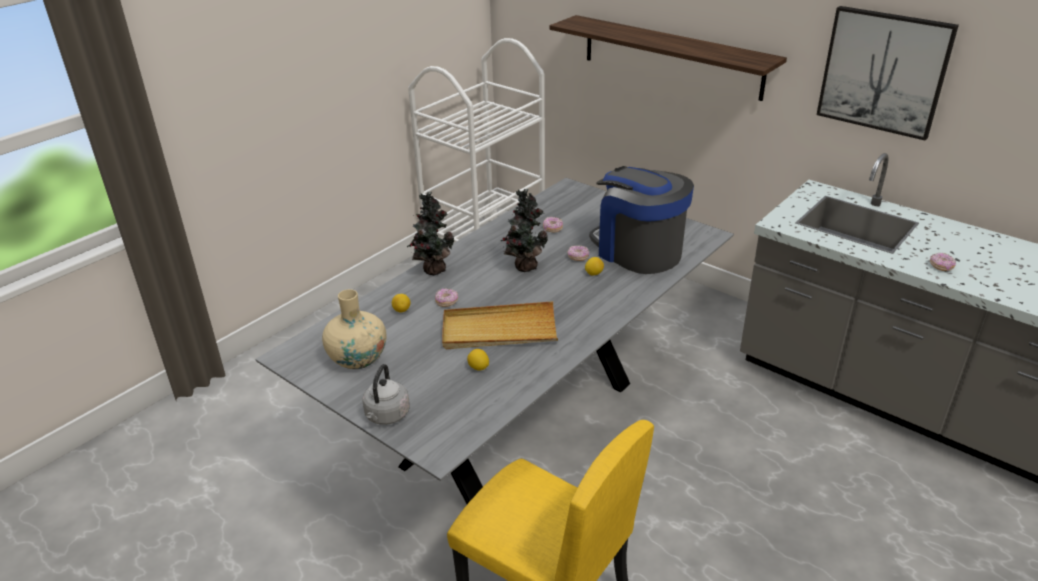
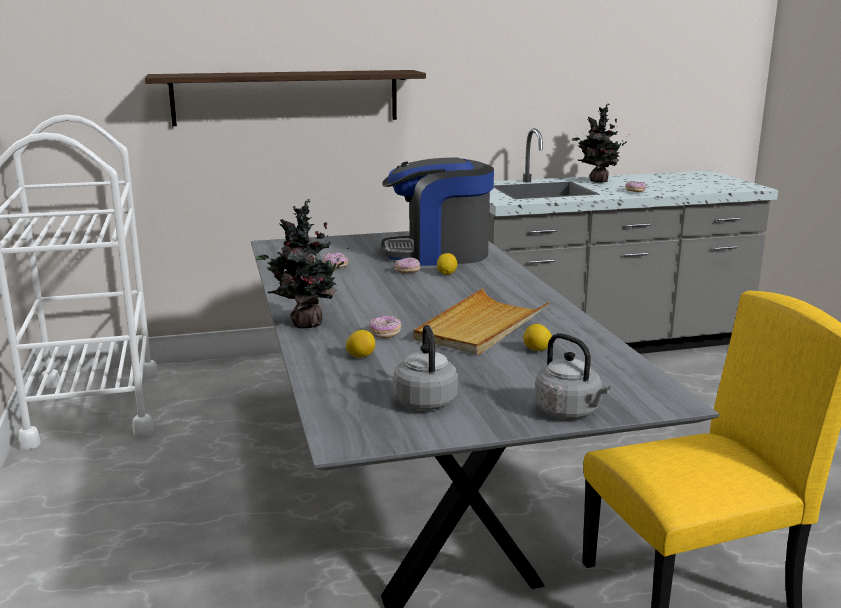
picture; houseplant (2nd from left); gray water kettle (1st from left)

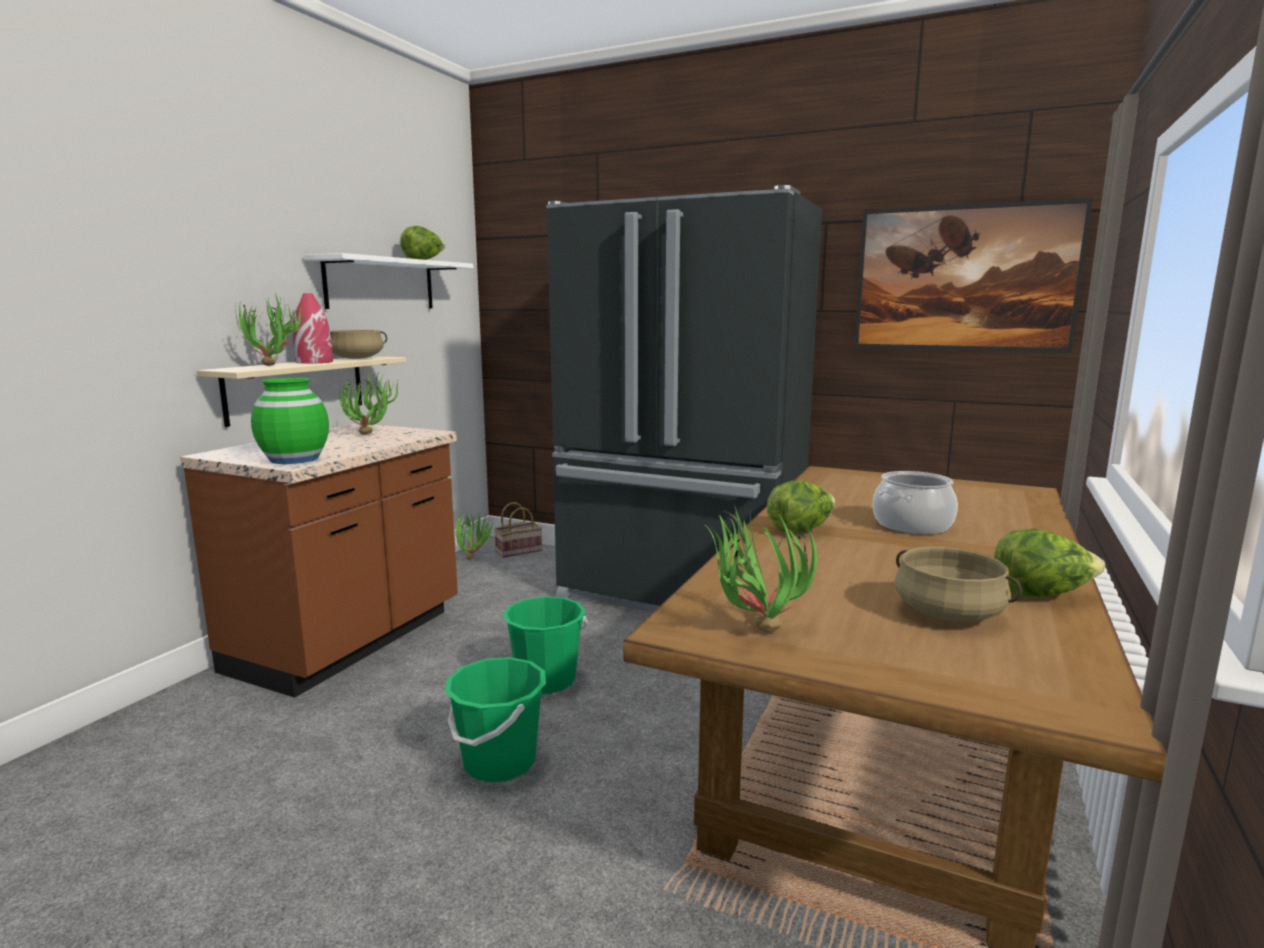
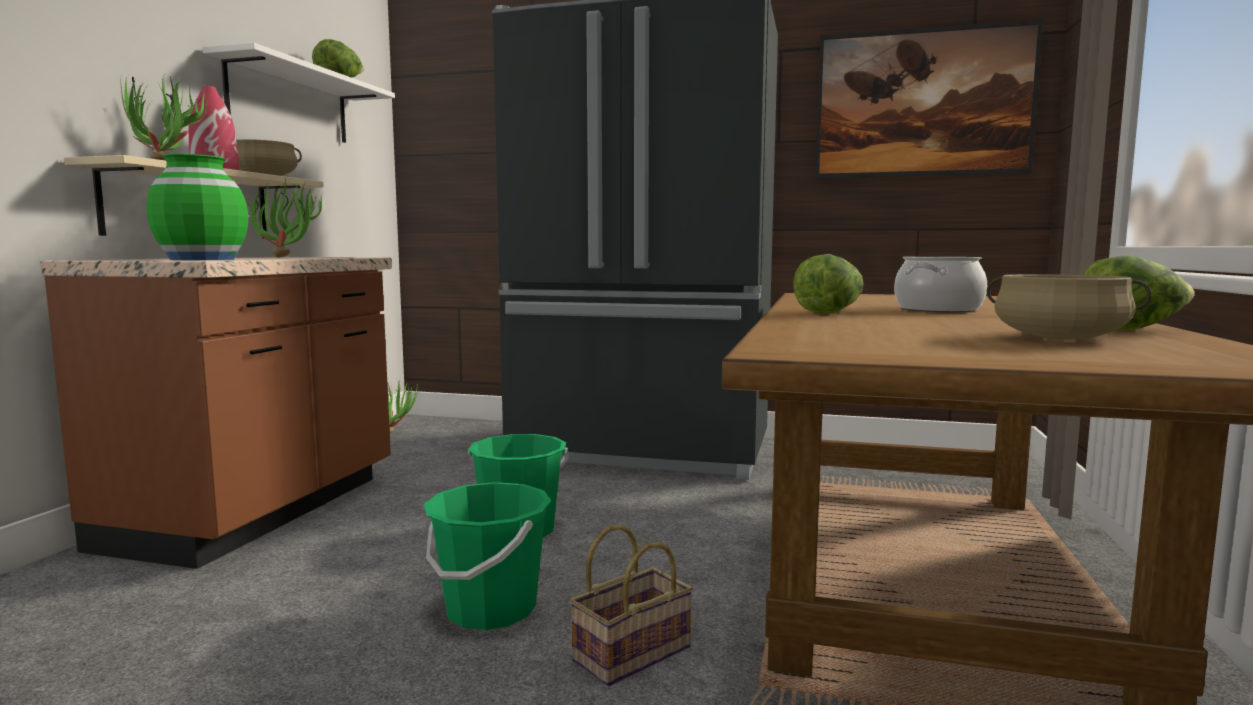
basket; houseplant (4th from left in the first image)

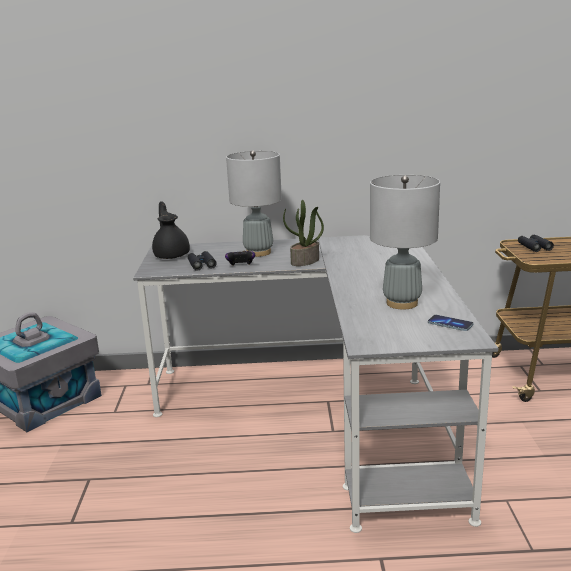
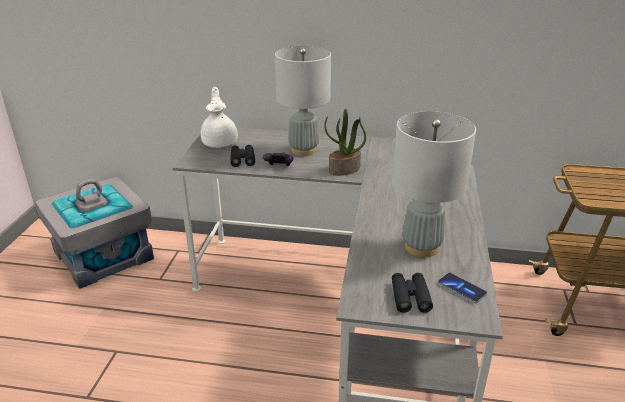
whitish tea pot; black-coloured field glasses (2nd from left)

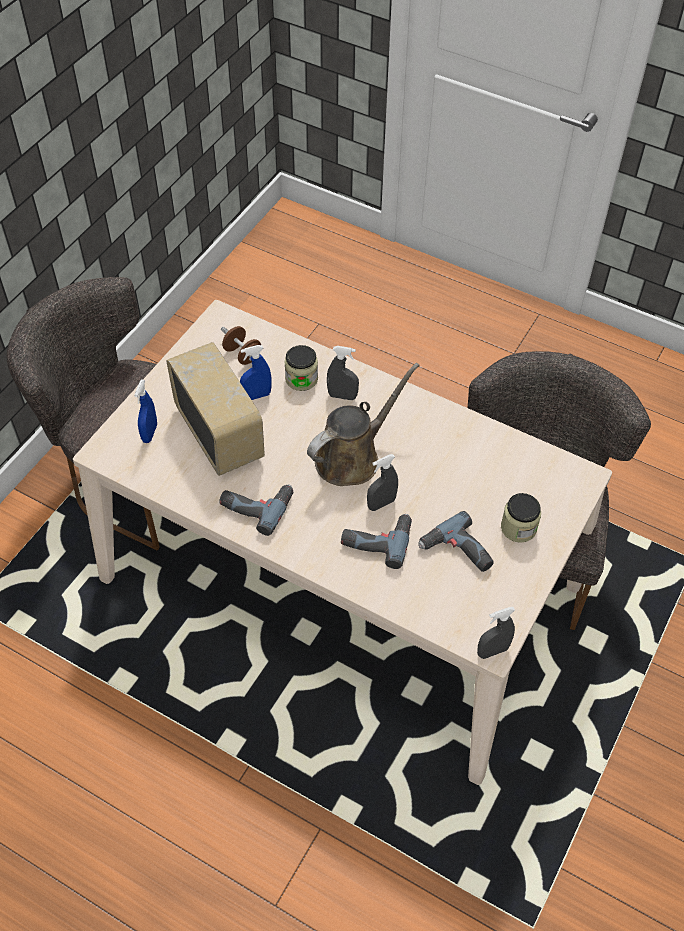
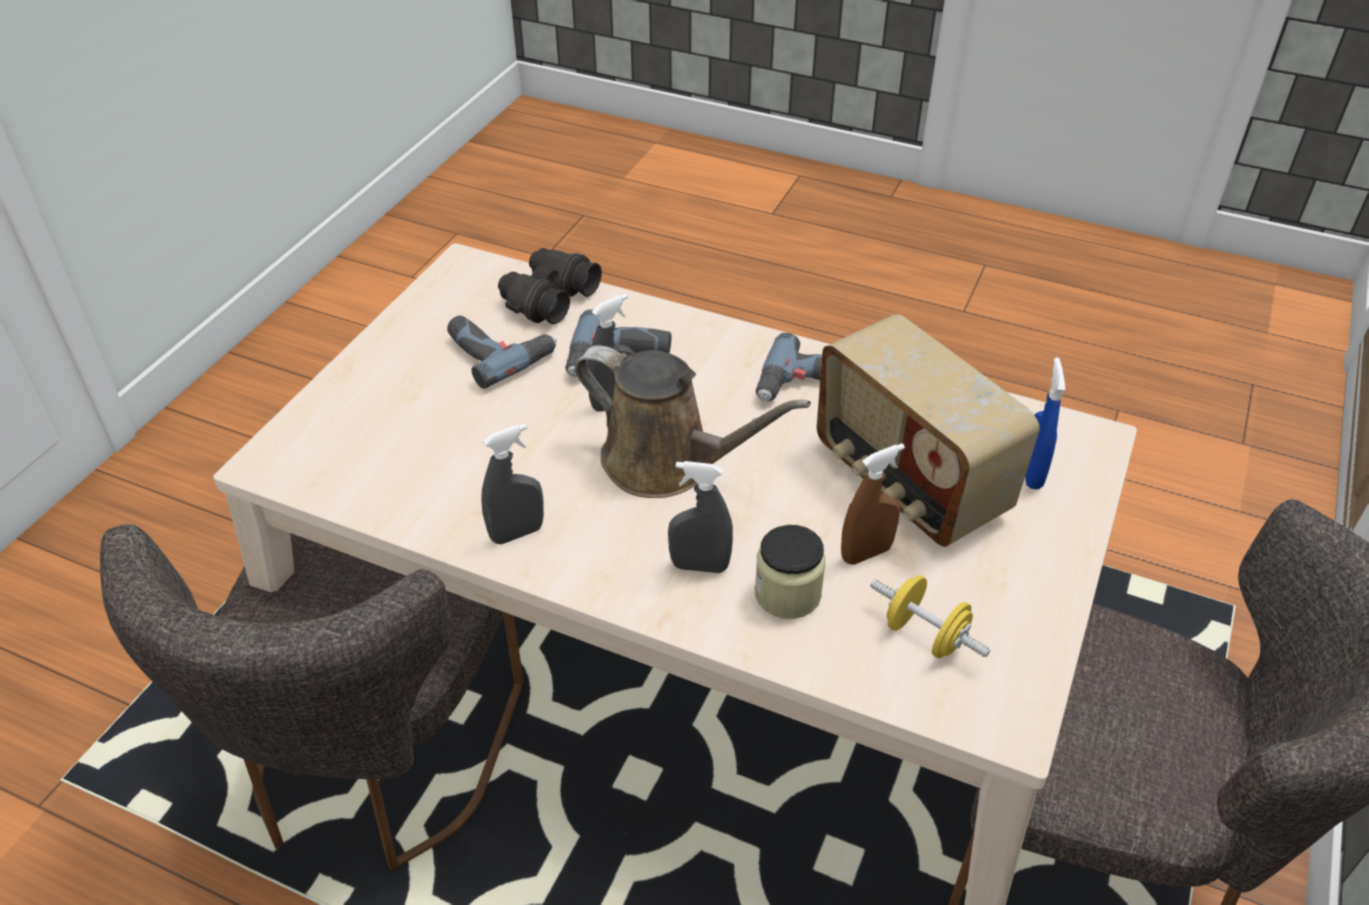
yellow hand weight; brownish hand sprayer; brownish watering pot; storage jar (2nd from left in the first image); gray hand sprayer (1st from left); black-coloured field glasses

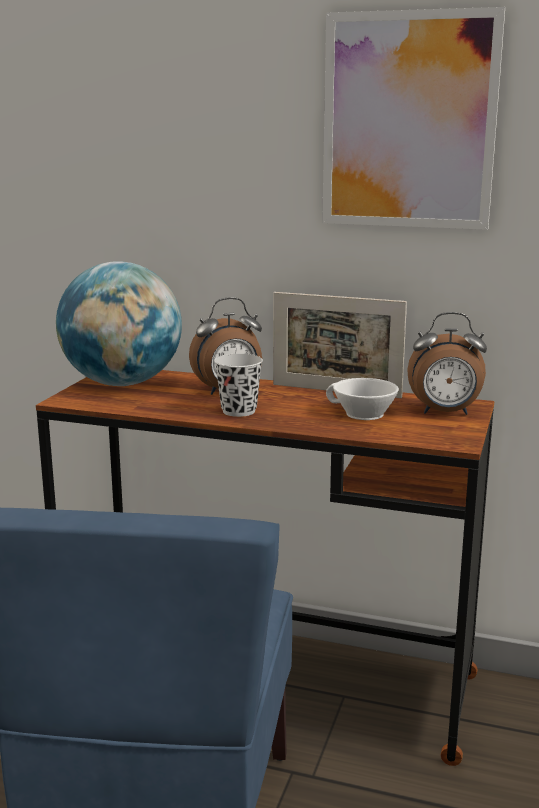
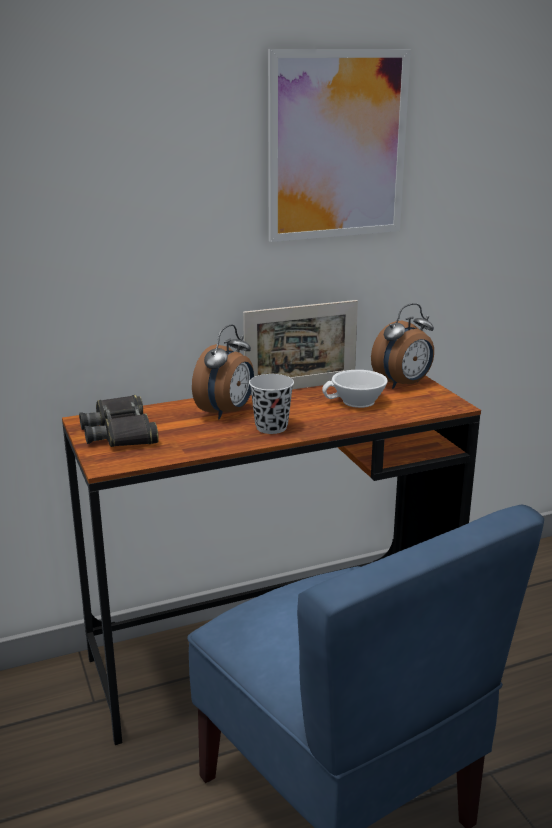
black-coloured field glasses

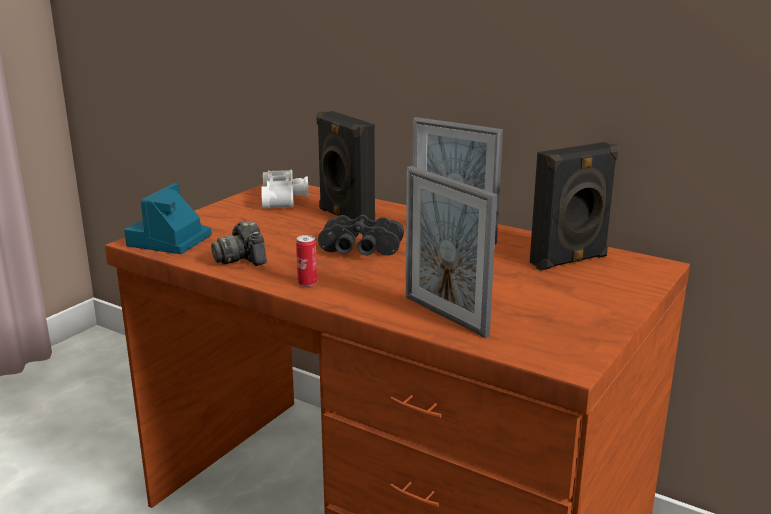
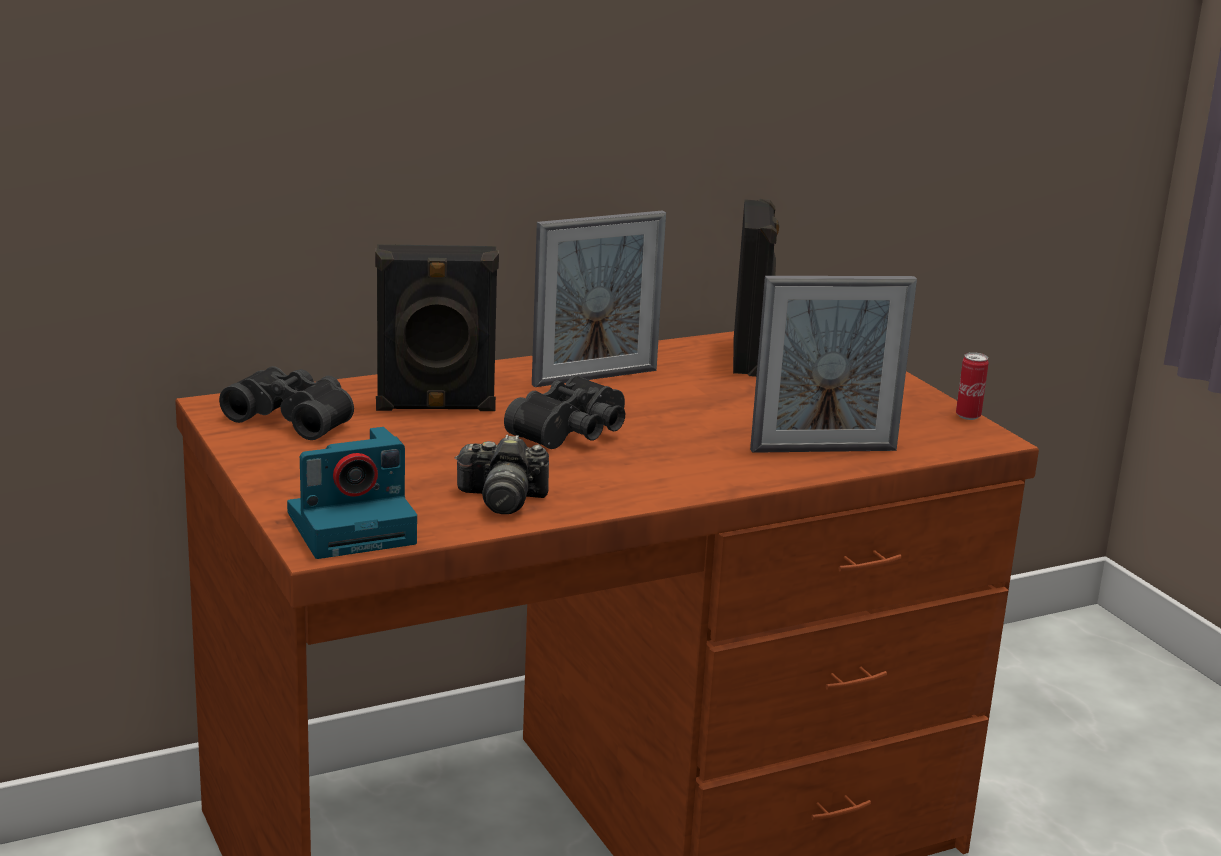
black-coloured field glasses (1st from left); still camera (1st from left); sealed can

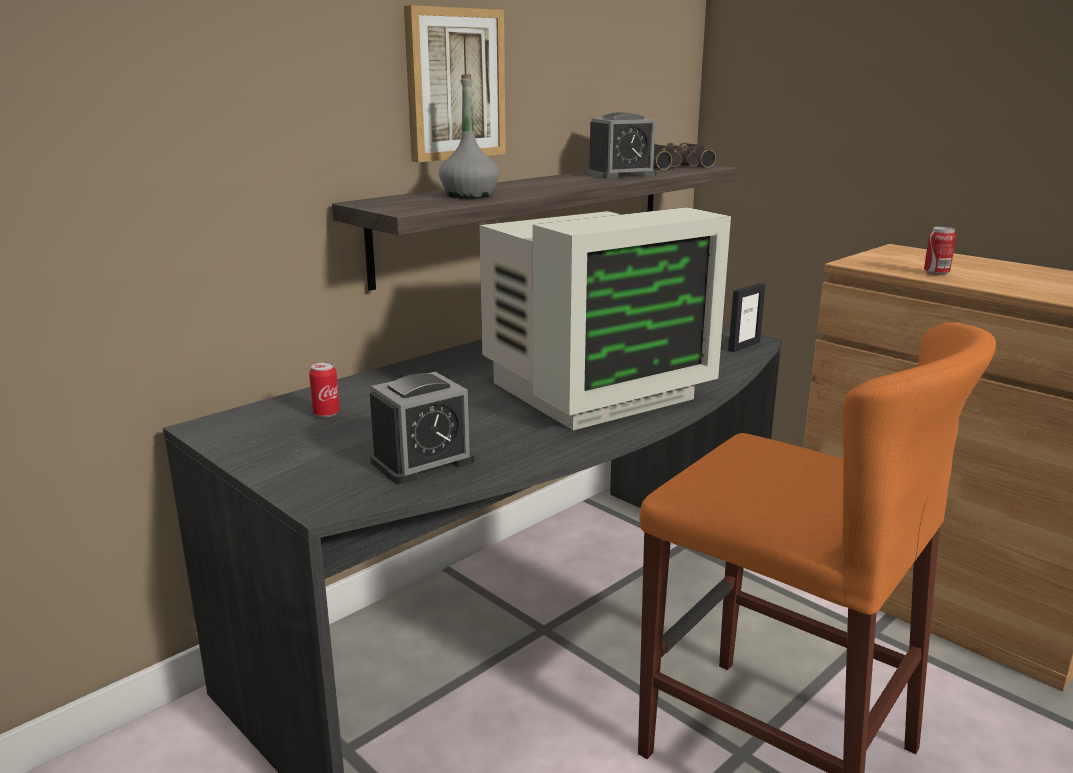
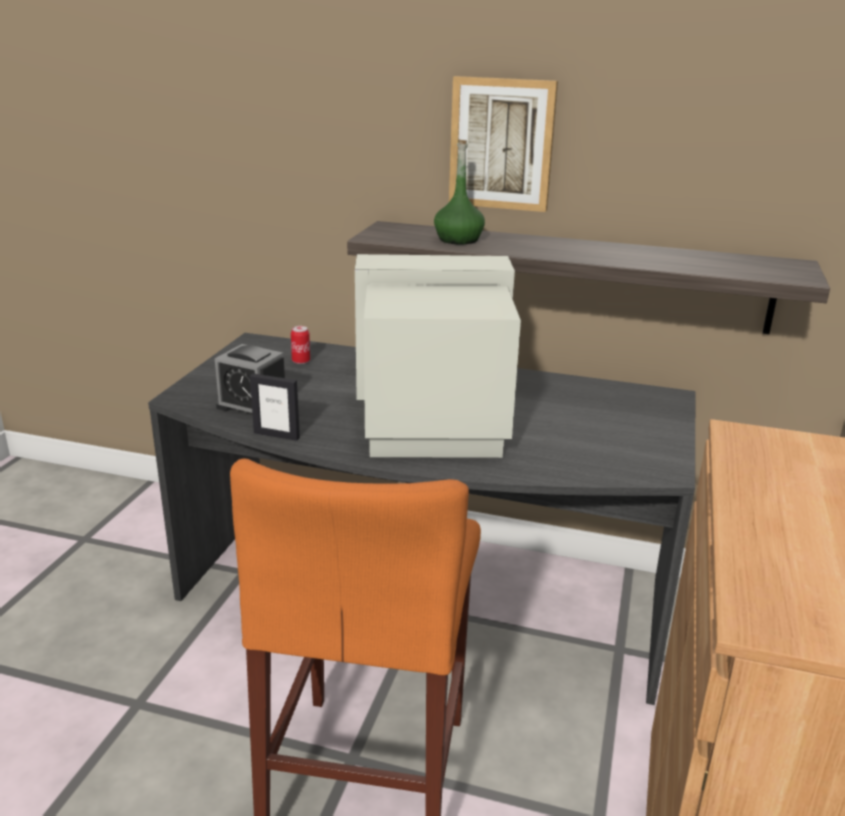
green drink bottle; table clock (2nd from left in the first image); field glasses; computer screen; sealed can (2nd from left in the first image); picture frame

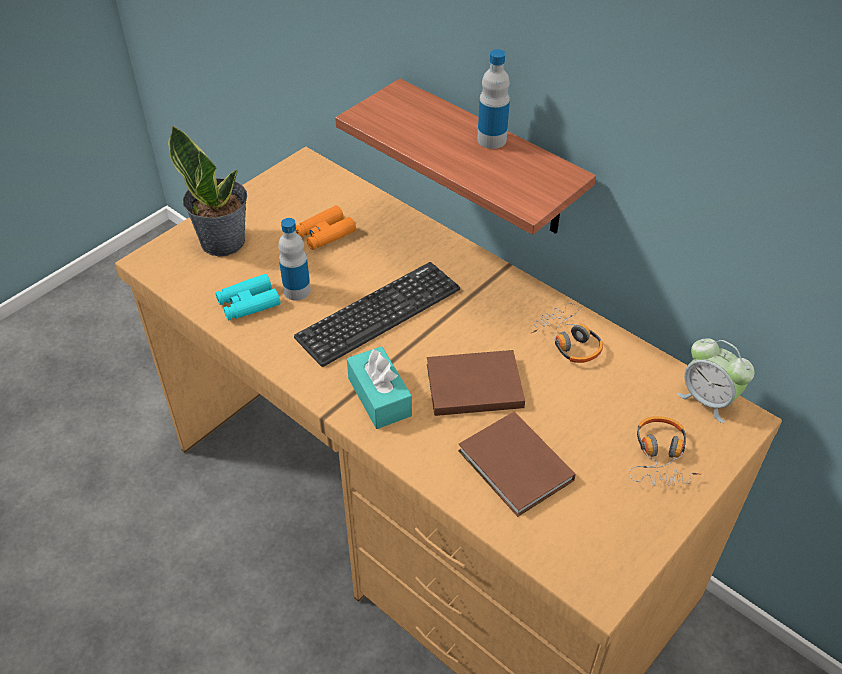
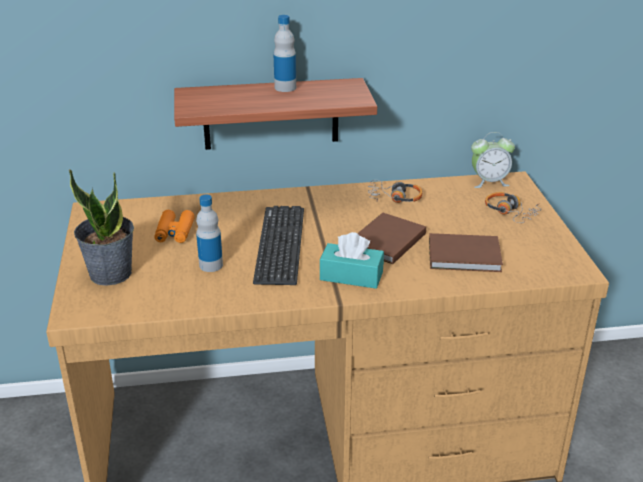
blue-green field glasses

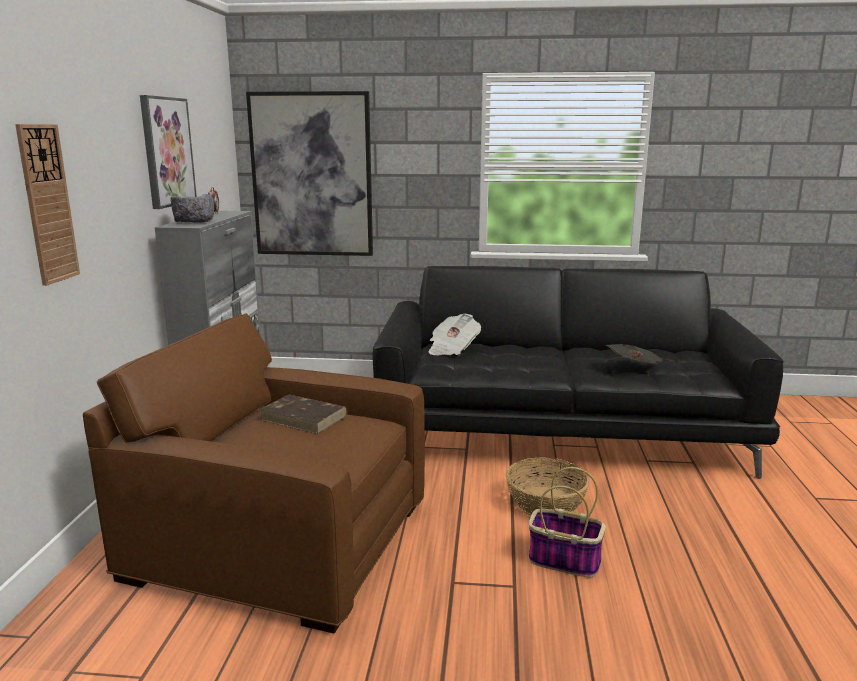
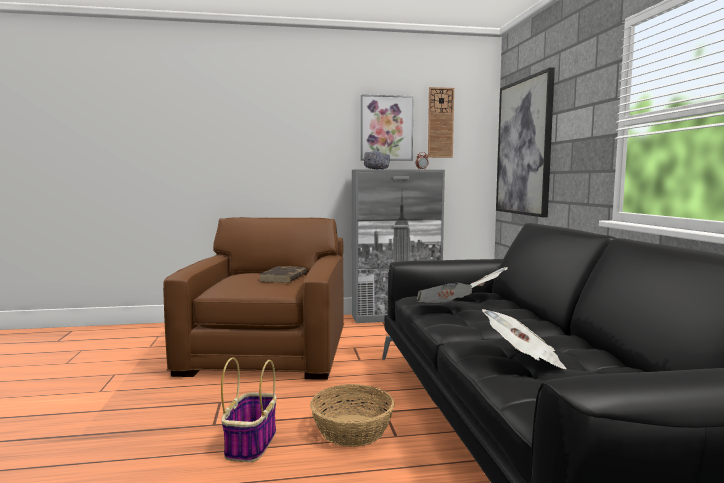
clock on the wall; newspaper (1st from left)

